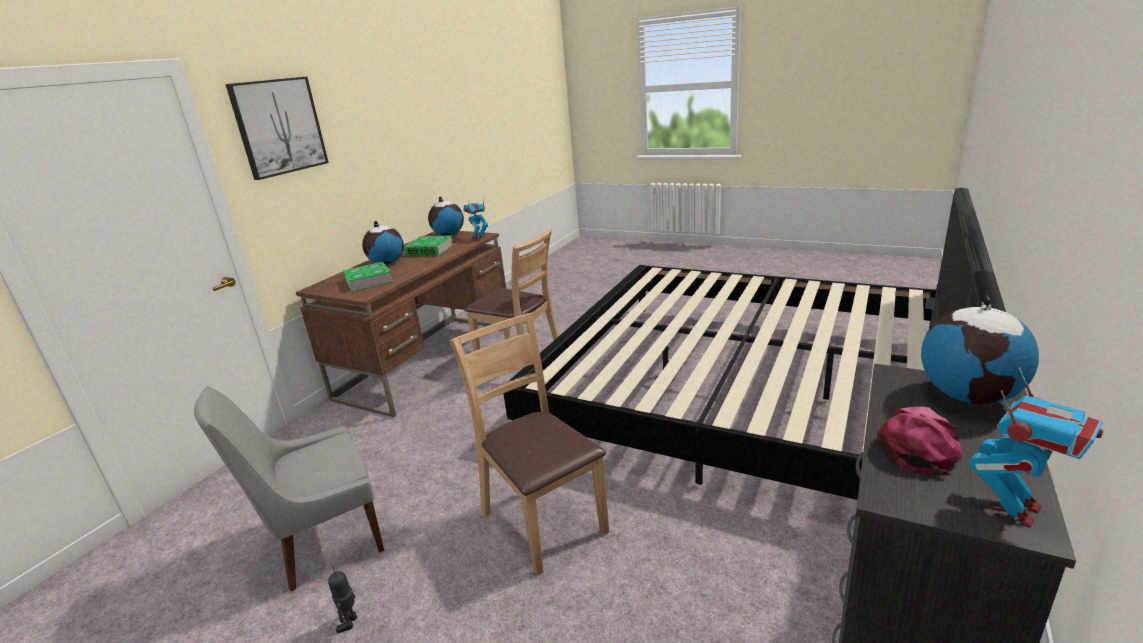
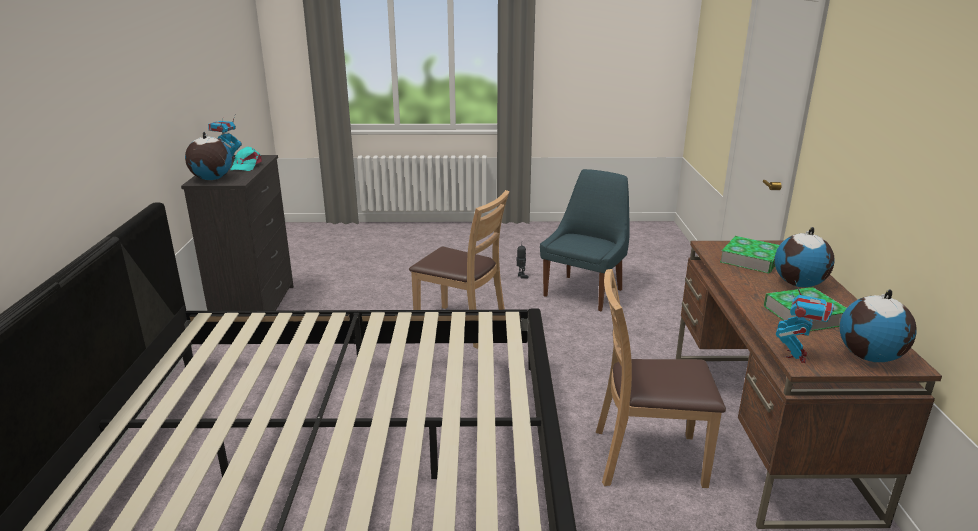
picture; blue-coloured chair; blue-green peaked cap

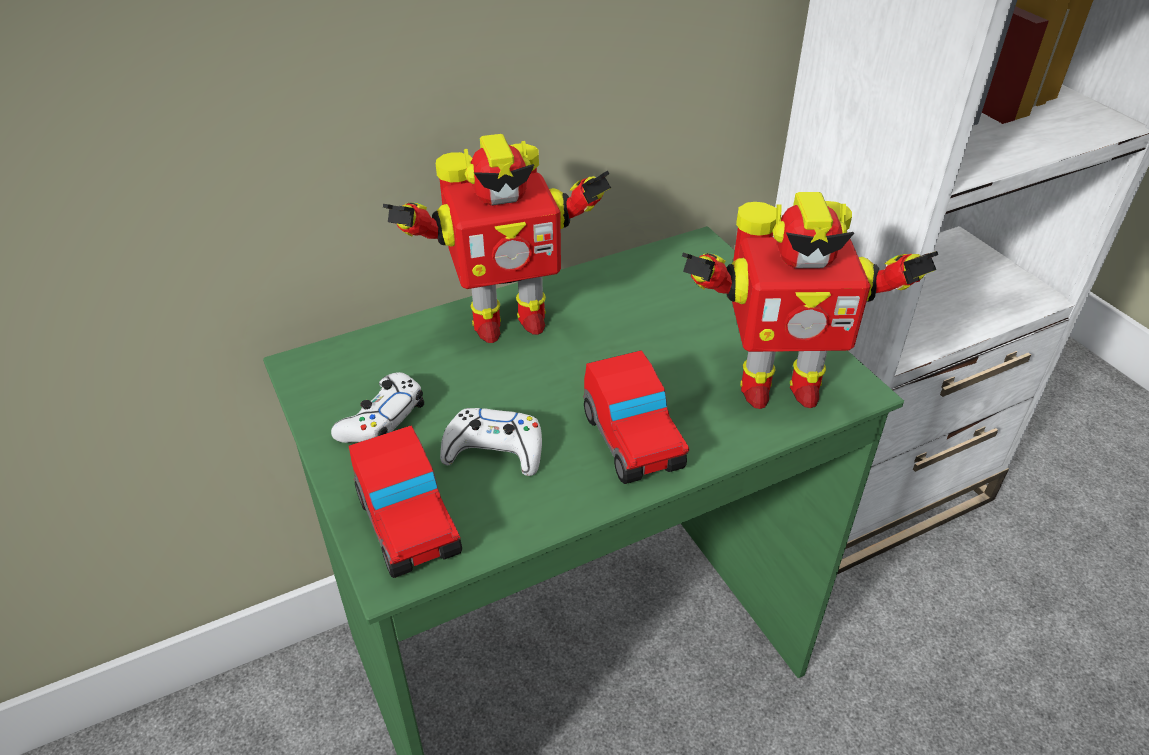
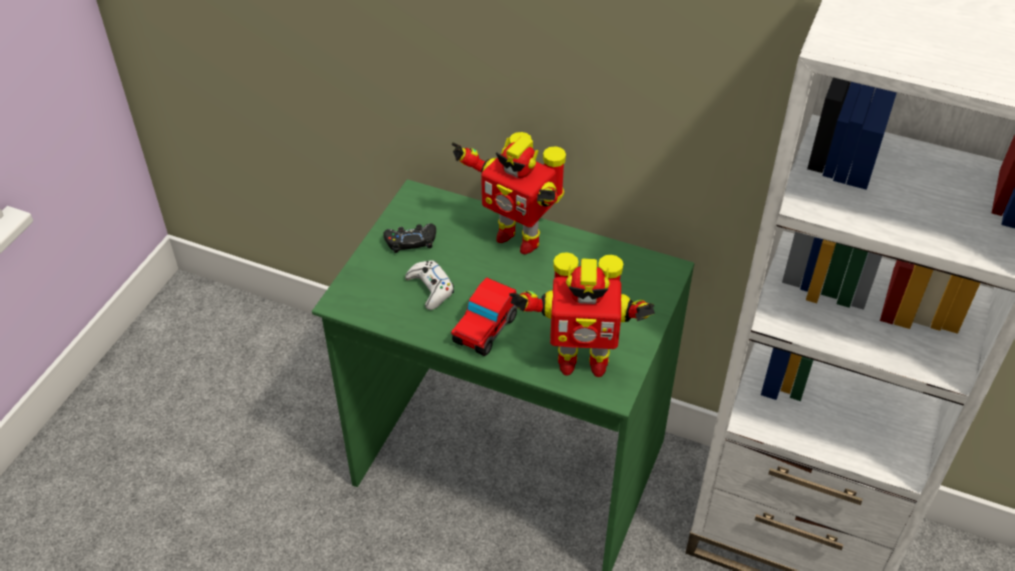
model robot (2nd from left); black-coloured joypad; model car (1st from left in the first image)

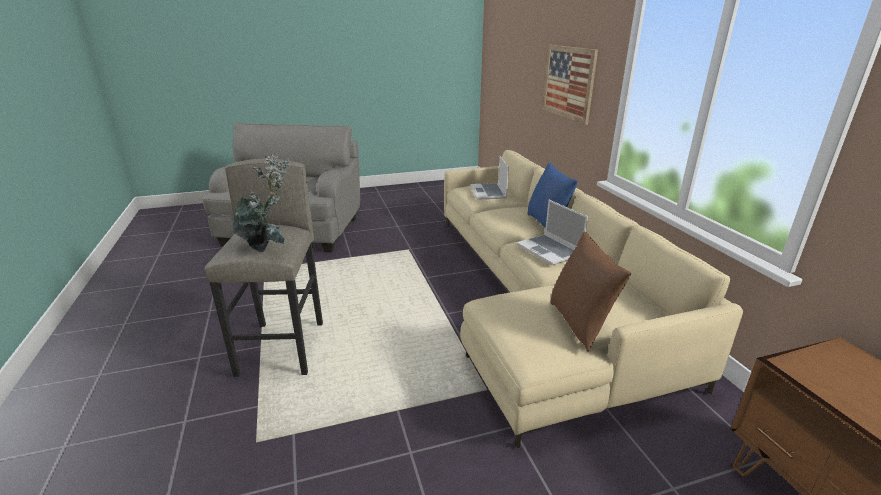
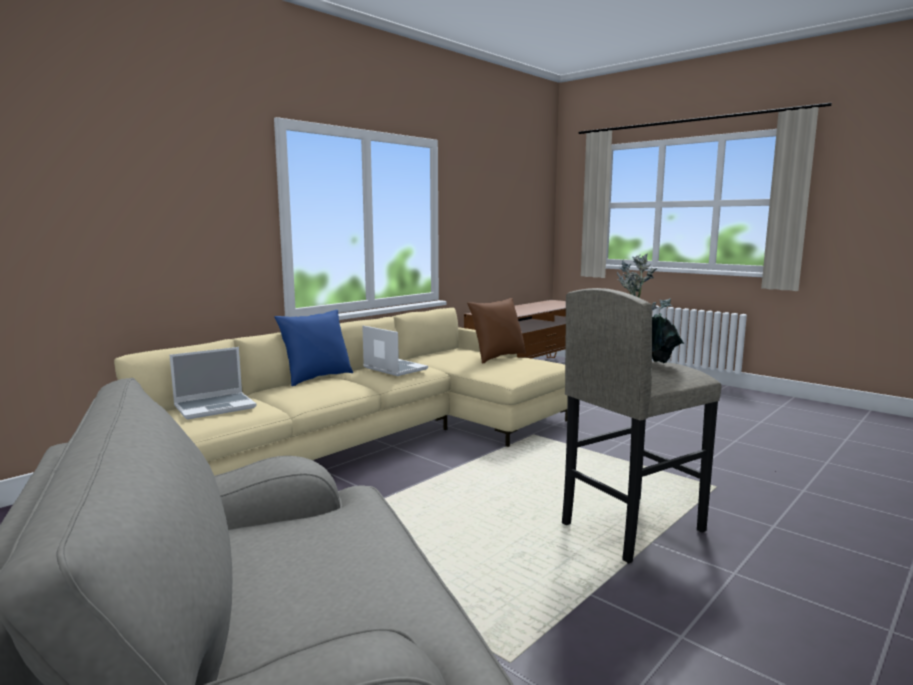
picture; laptop (2nd from left)

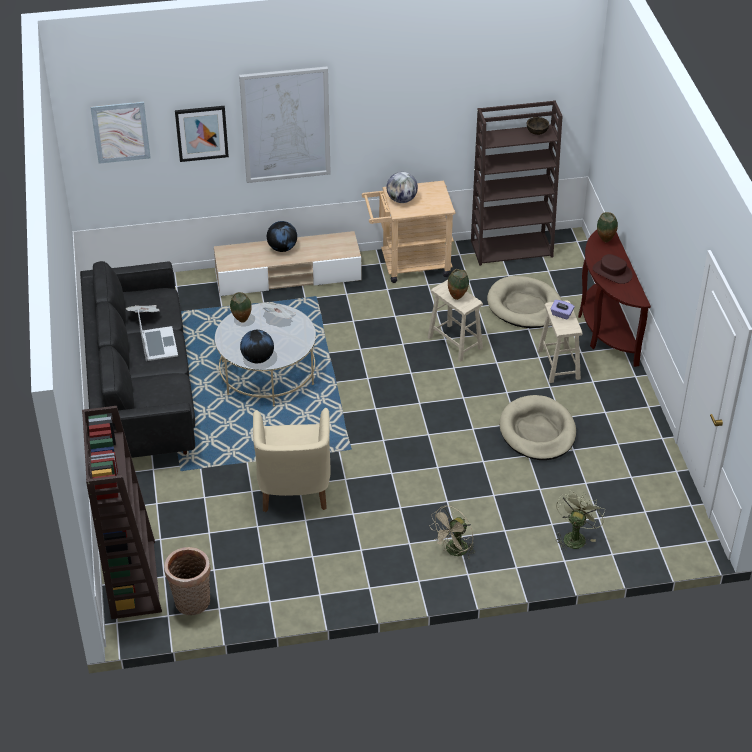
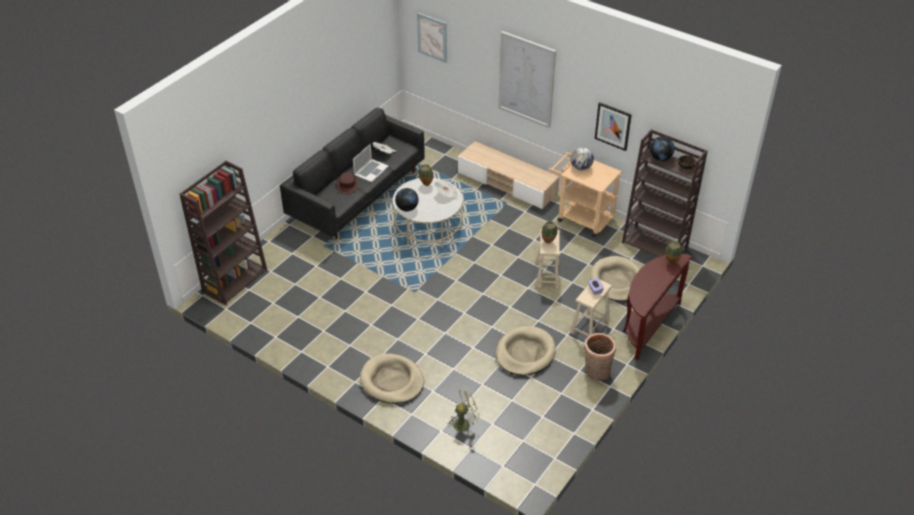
picture (3rd from left); desk globe (3rd from left); brownish wearable hat; beige lounge chair; beige dog cushion (1st from left); basket

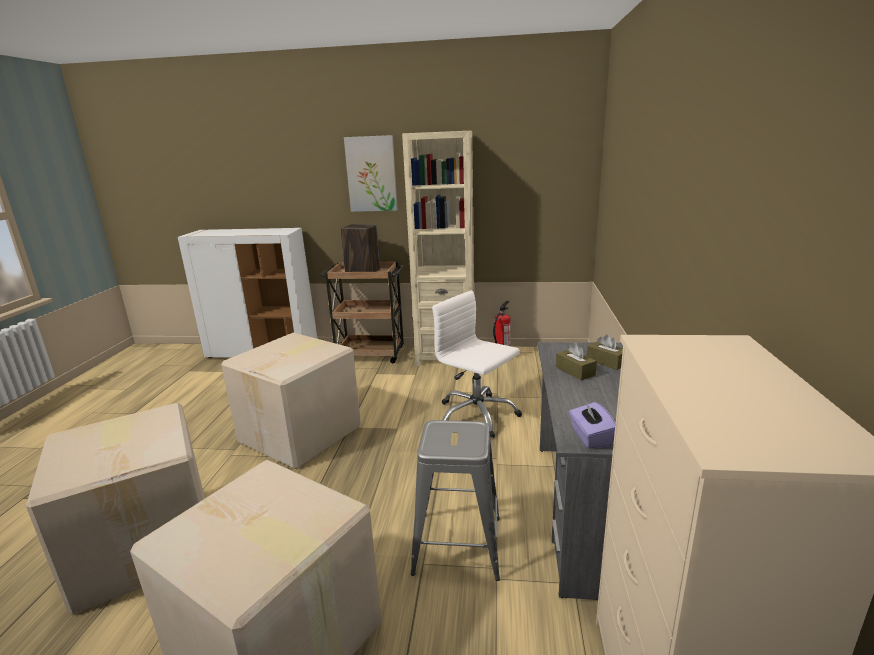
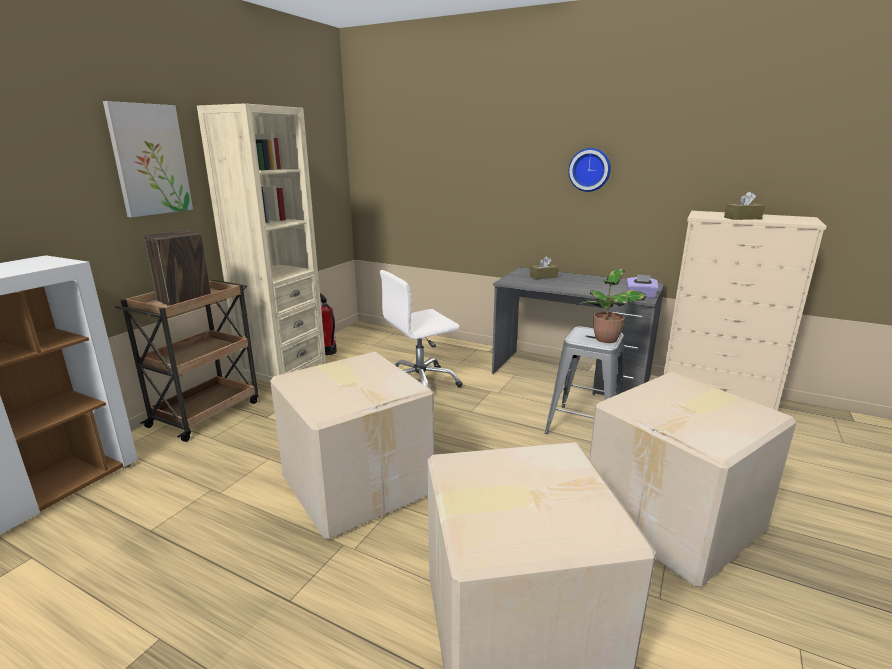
brownish box of tissues (2nd from left); clock on the wall; houseplant

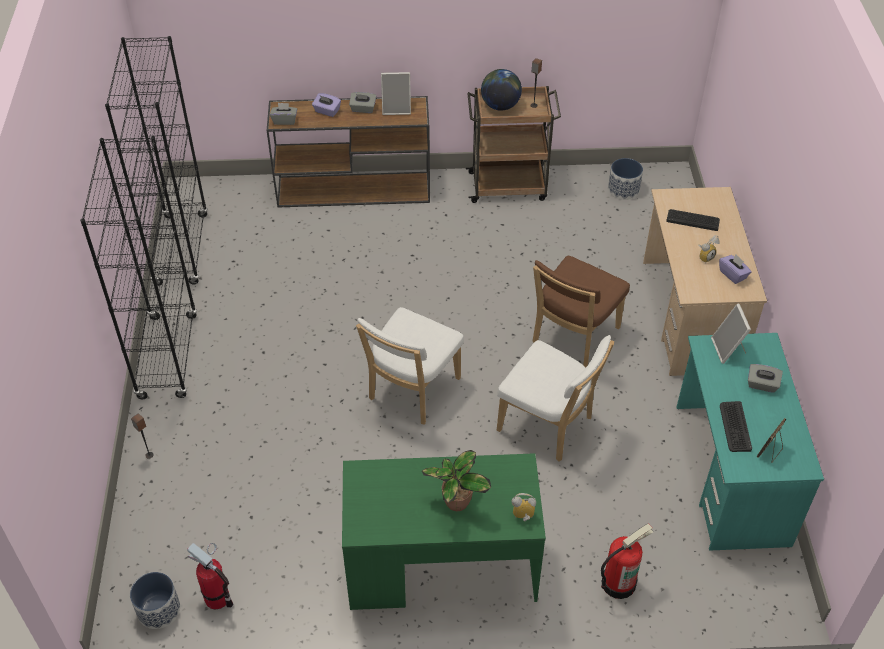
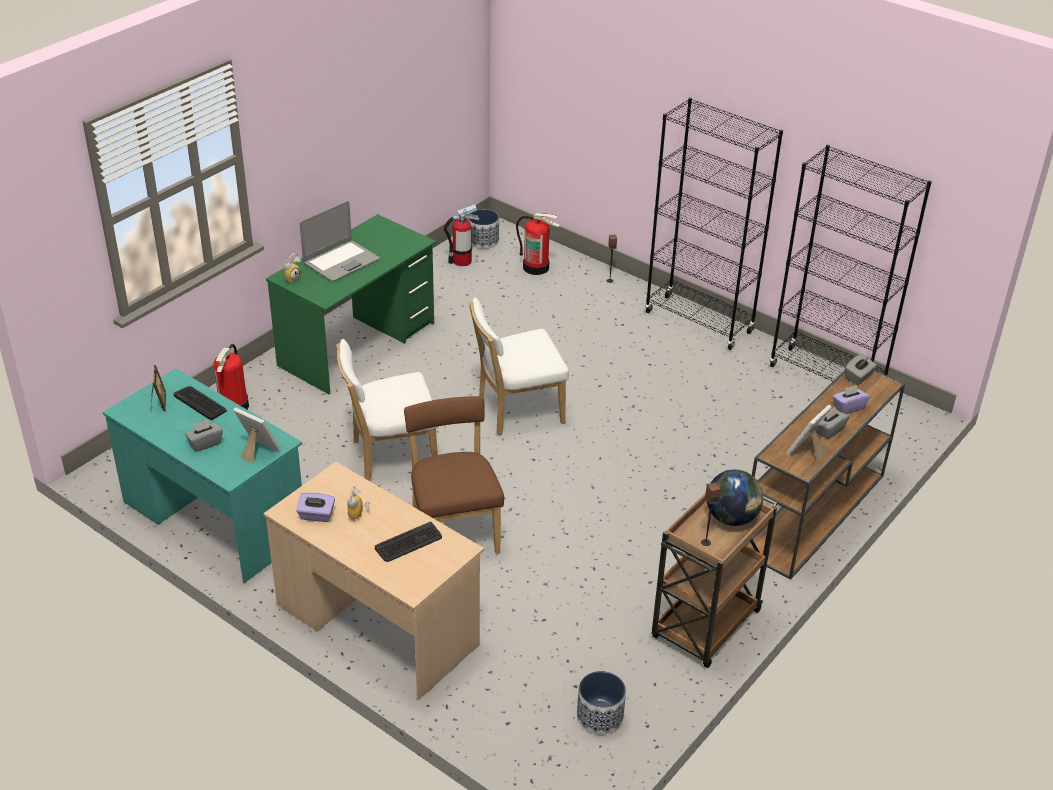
whitish chair (2nd from left); laptop; extinguisher (3rd from left)

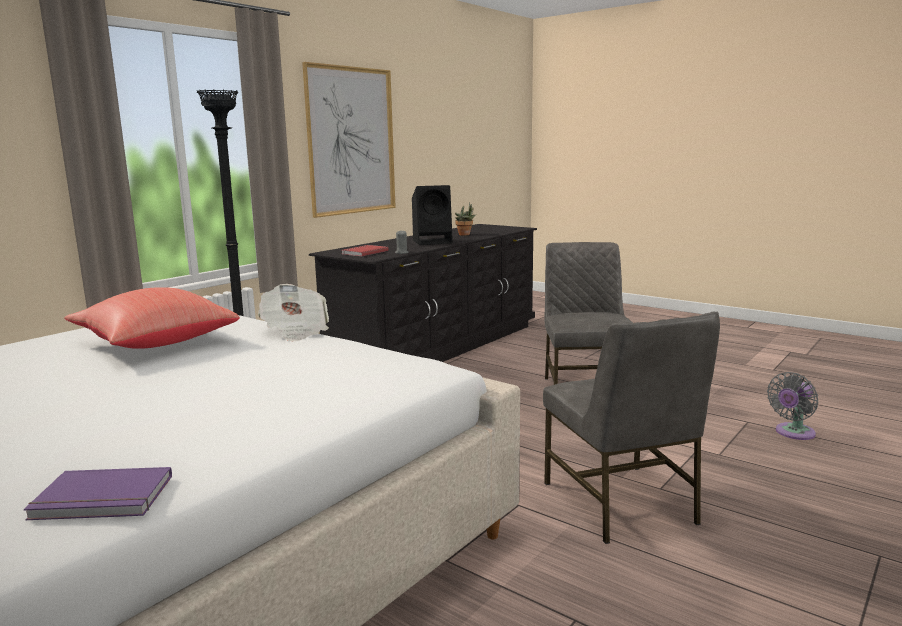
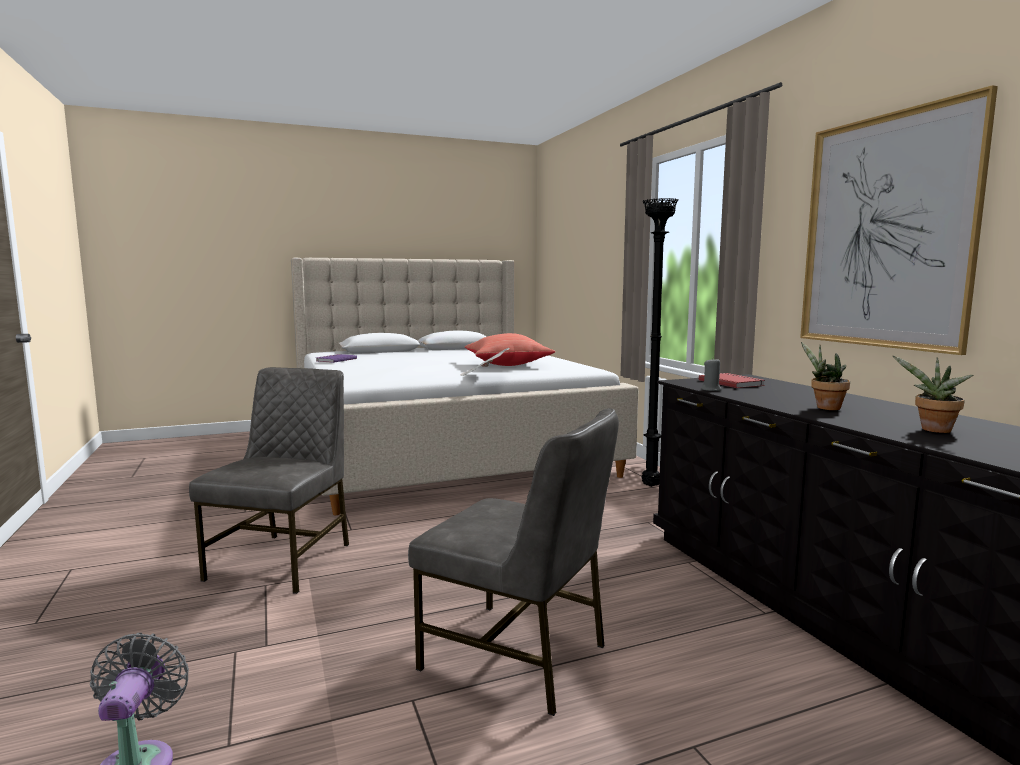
houseplant (1st from left); gray chair (1st from left)

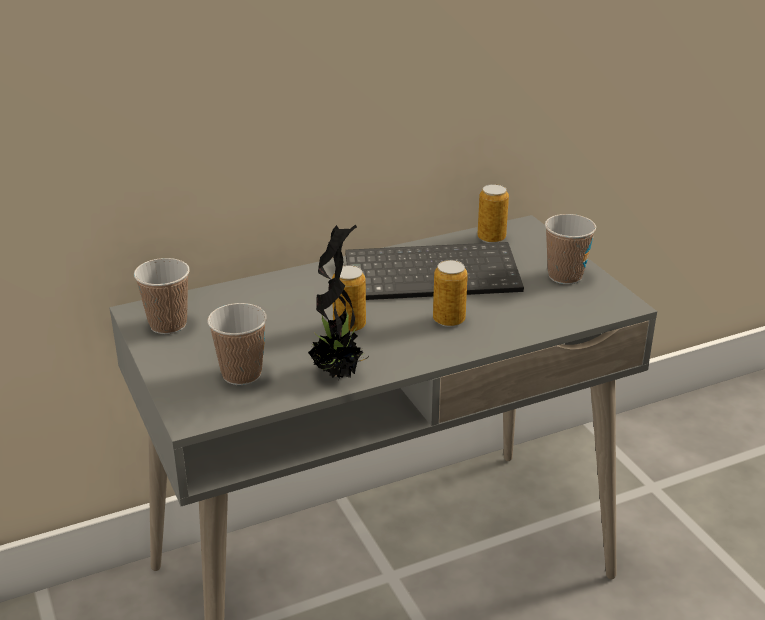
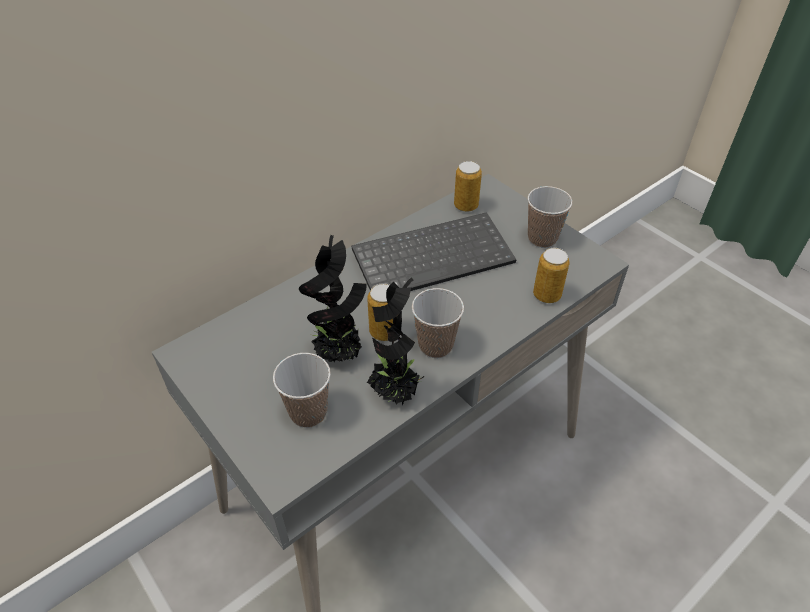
drinking cup (2nd from left); sealed can (3rd from left); houseplant (1st from left)

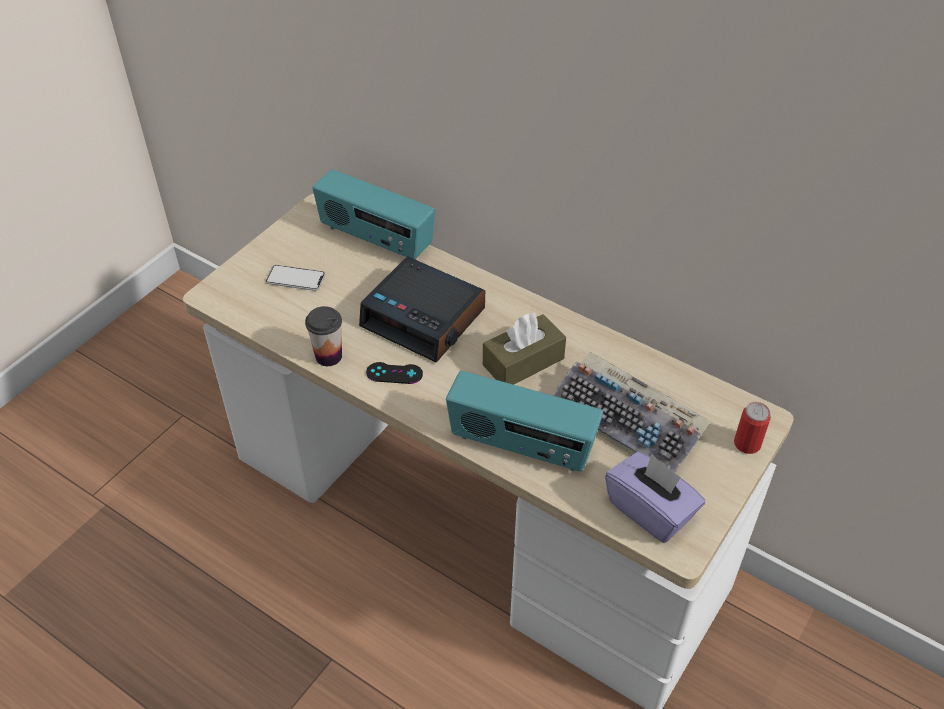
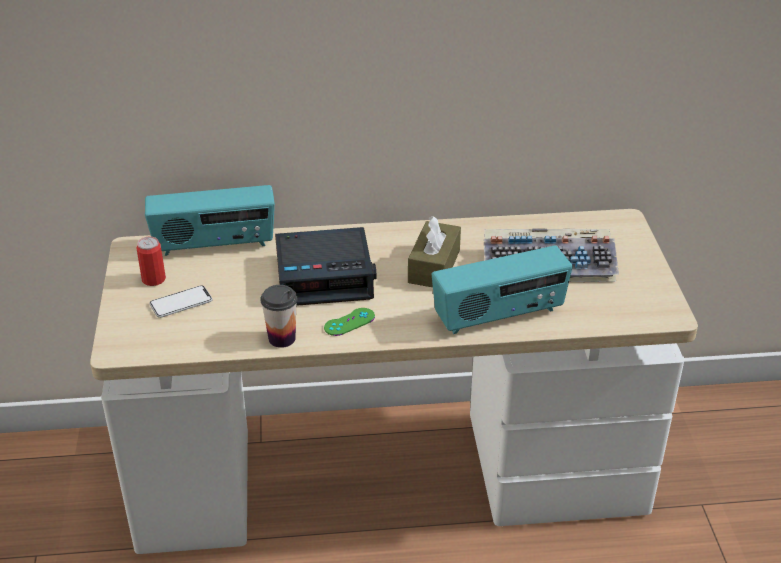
green joypad; sealed can; purple-coloured box of tissues

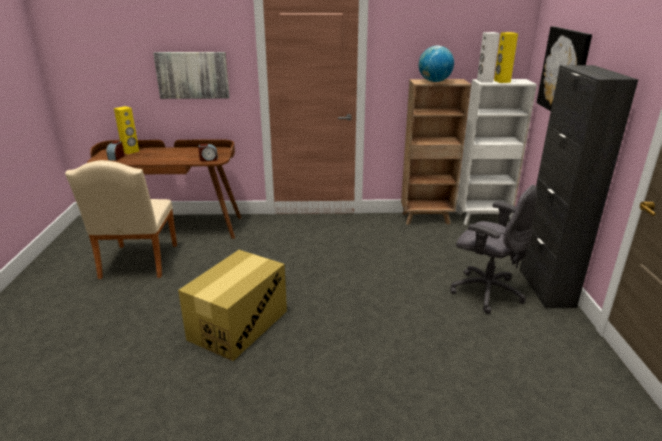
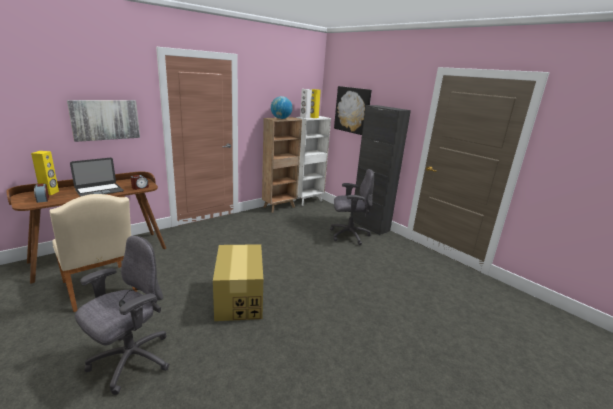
laptop; gray computer chair (1st from left)

